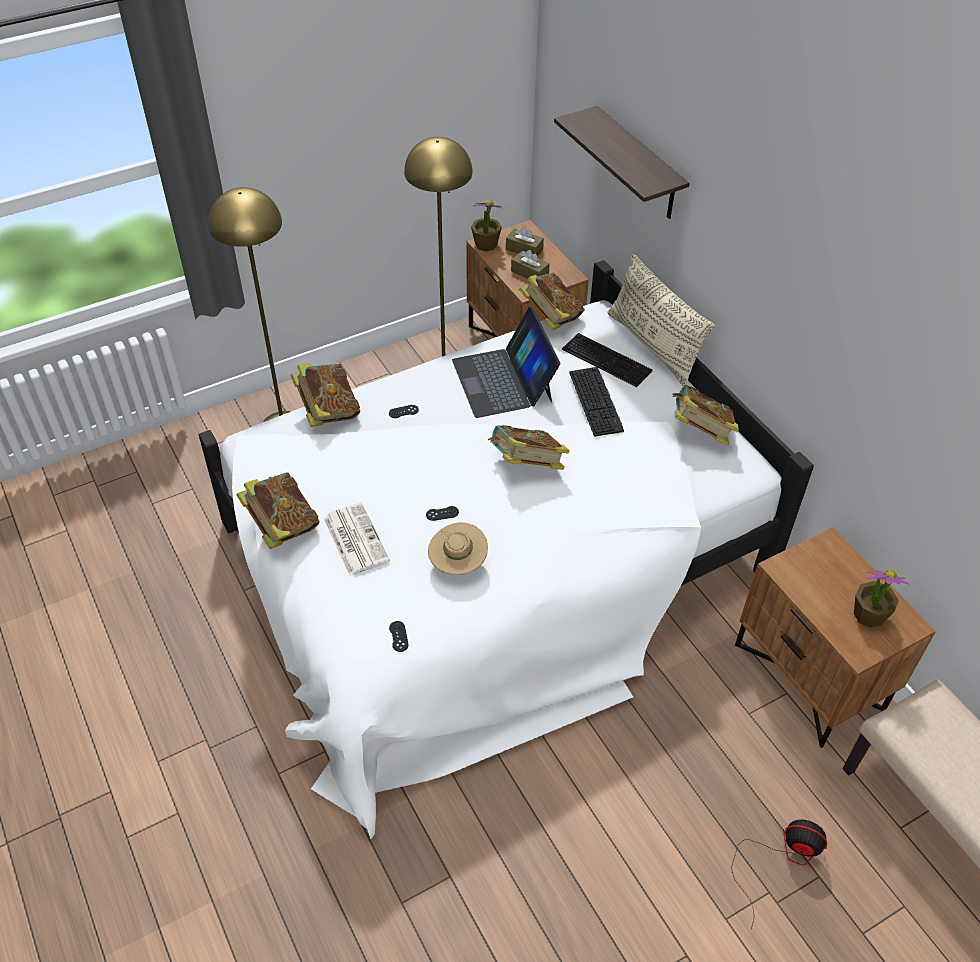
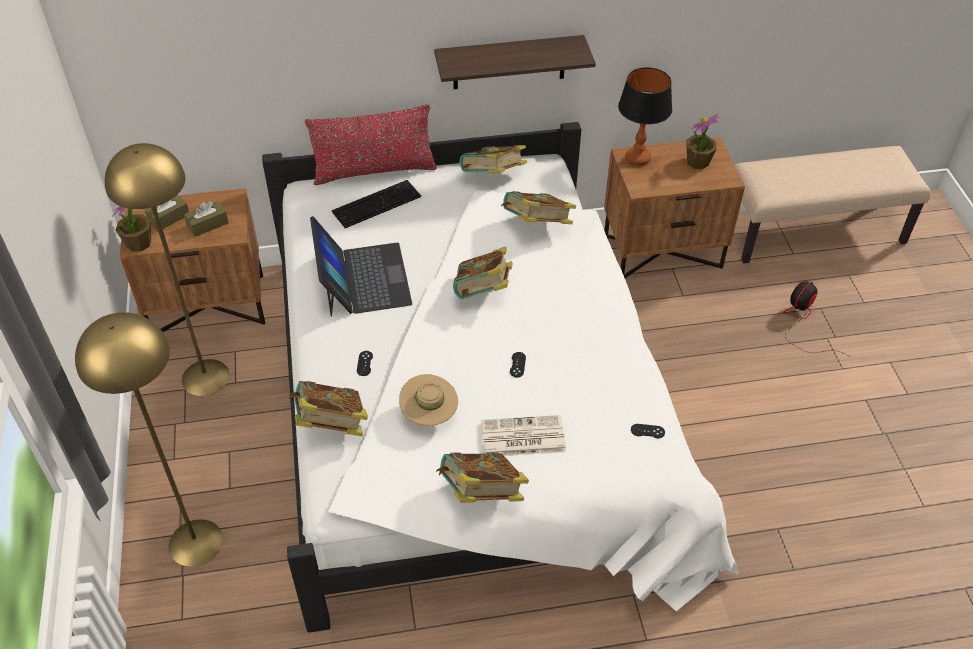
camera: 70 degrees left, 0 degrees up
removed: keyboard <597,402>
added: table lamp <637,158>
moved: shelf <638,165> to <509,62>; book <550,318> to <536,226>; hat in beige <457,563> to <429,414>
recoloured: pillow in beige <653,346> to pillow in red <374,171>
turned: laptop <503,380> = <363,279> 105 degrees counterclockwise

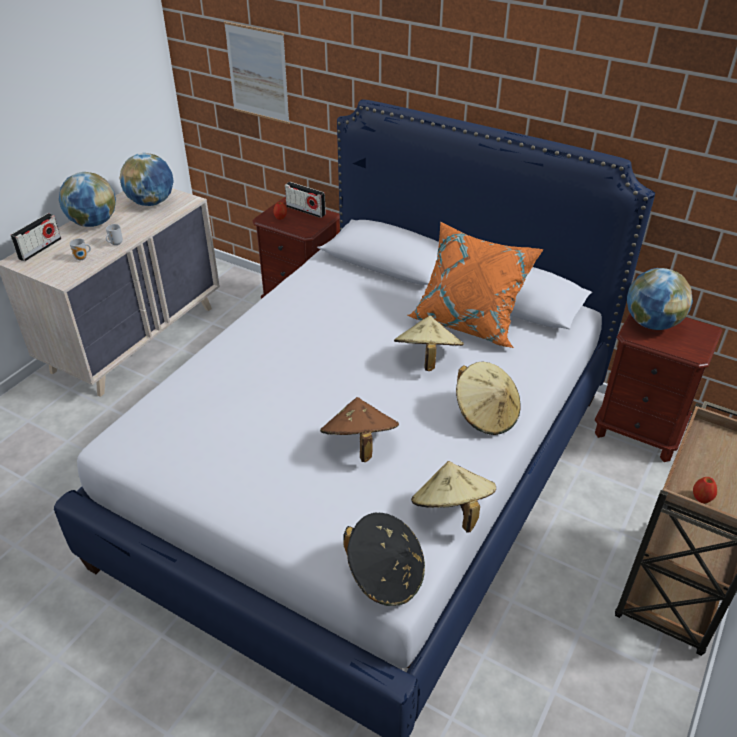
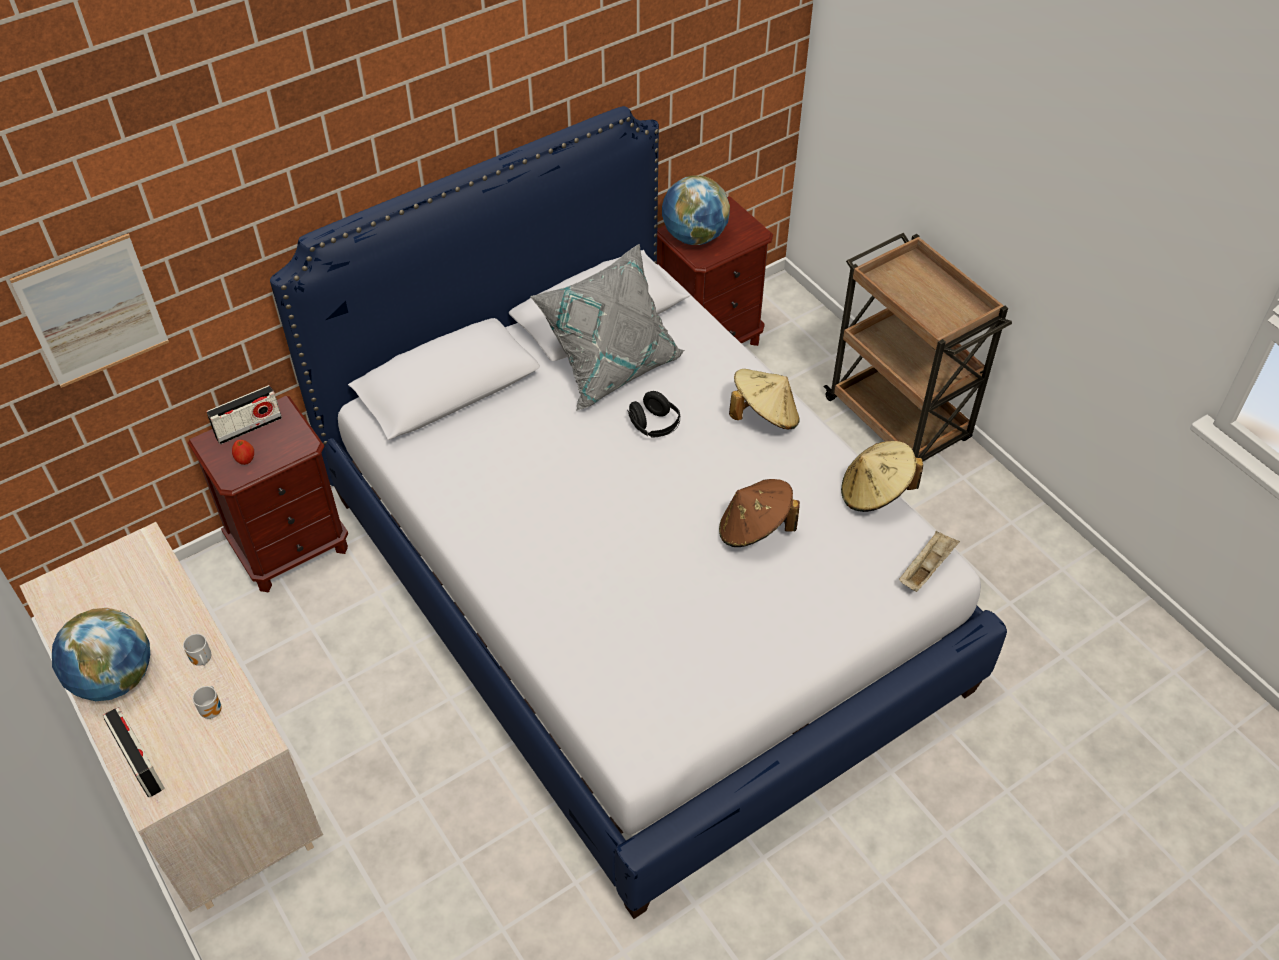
camera: 65 degrees left, 10 degrees up
removed: globe <151,203>; apple <701,498>
replaced: hat in beige <427,359> to headphones in black <654,426>; hat in black <385,575> to tray in beige <926,568>
recoloured: pillow in orange <469,321> to pillow in grey <611,365>

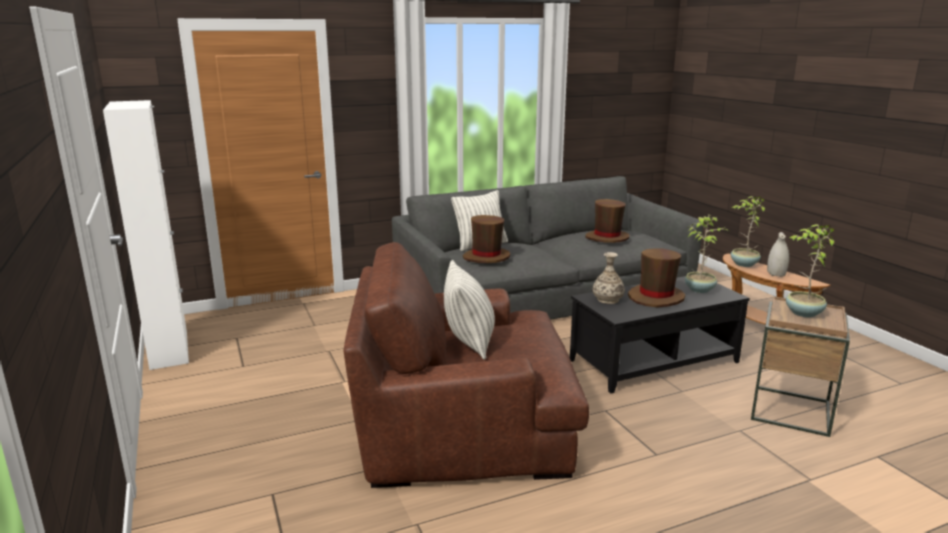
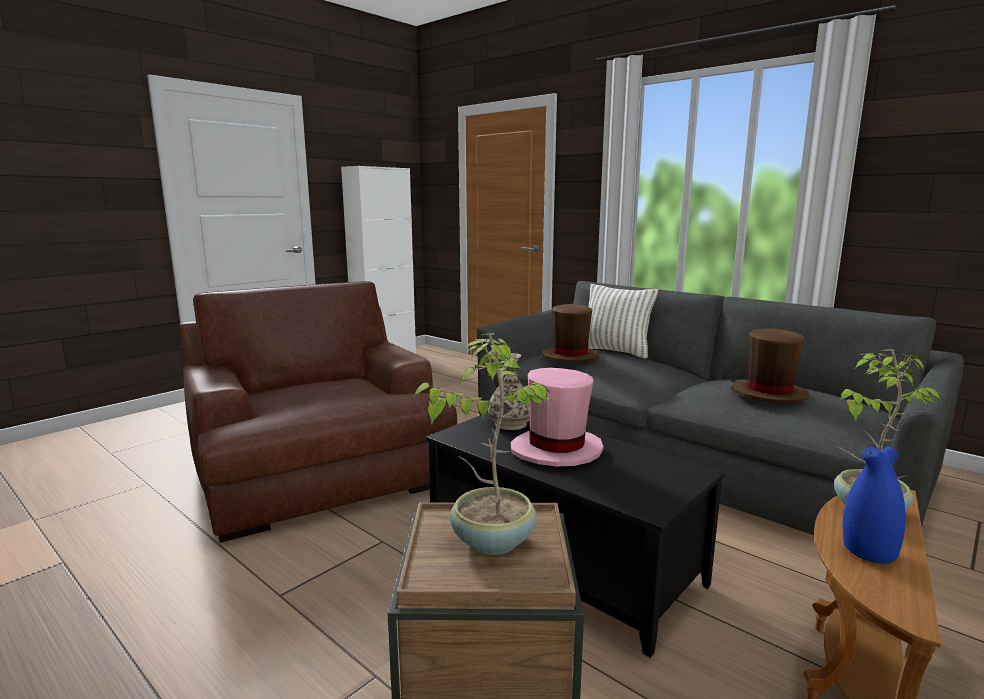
camera: 65 degrees right, 5 degrees down
removed: potted plant <700,289>; pillow <469,342>
recoloured: vase in white <776,274> to vase in blue <868,552>; hat in brown <656,297> to hat in pink <556,450>

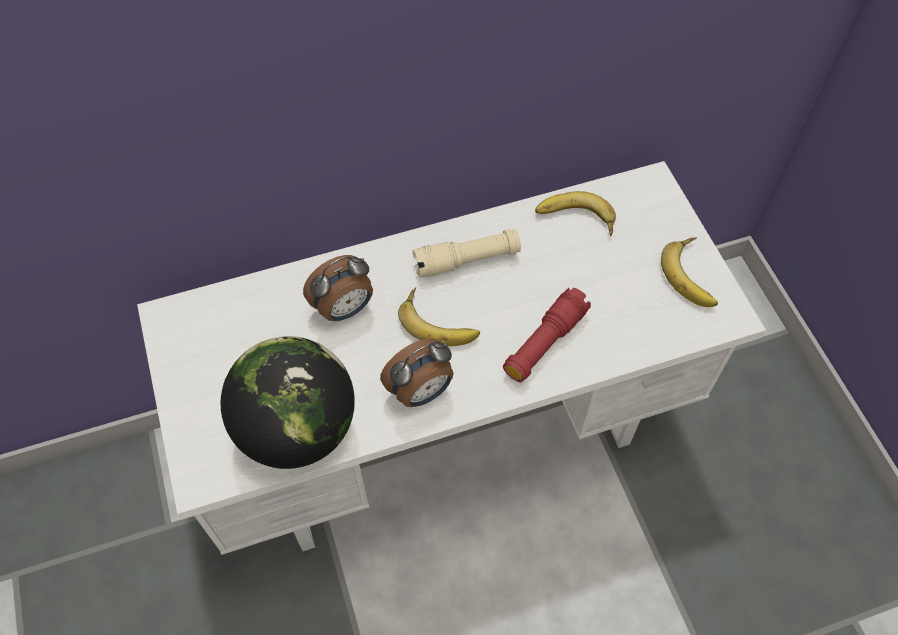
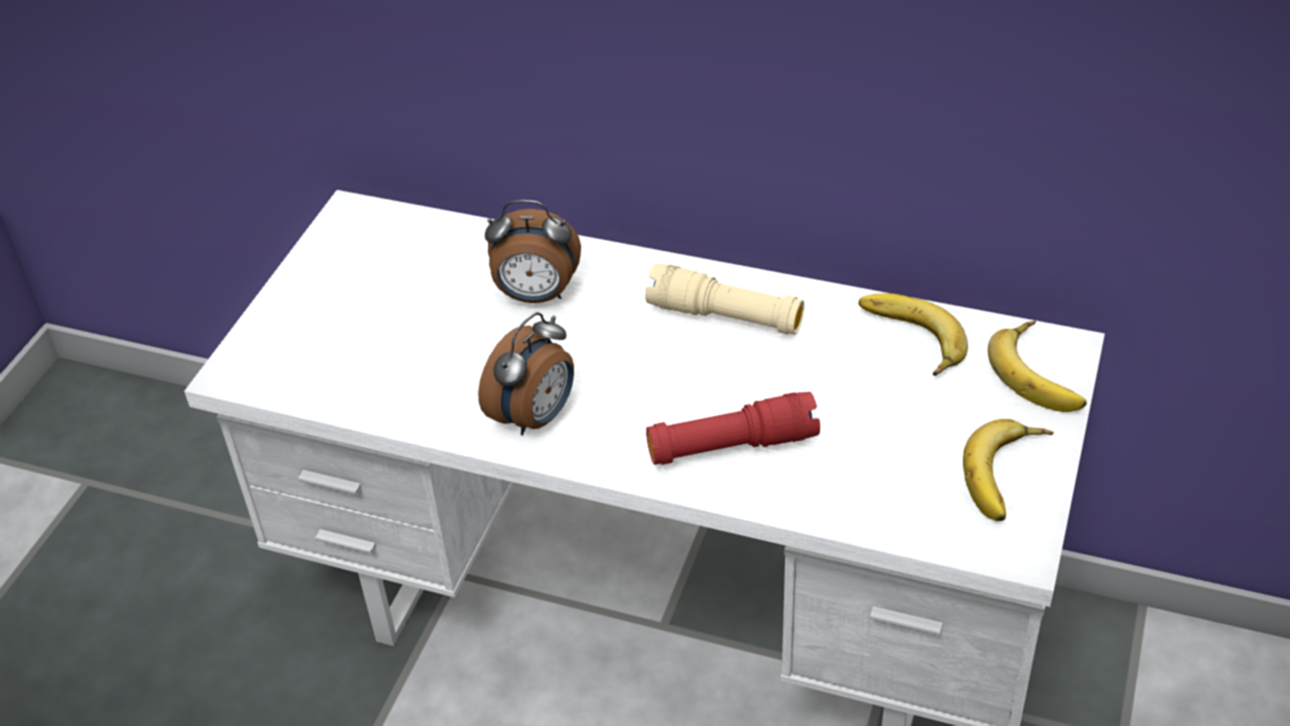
camera: 40 degrees right, 15 degrees down
removed: globe <297,429>
moved: banana <439,321> to <1042,373>
turned: alarm clock <421,392> = <535,417> 60 degrees counterclockwise

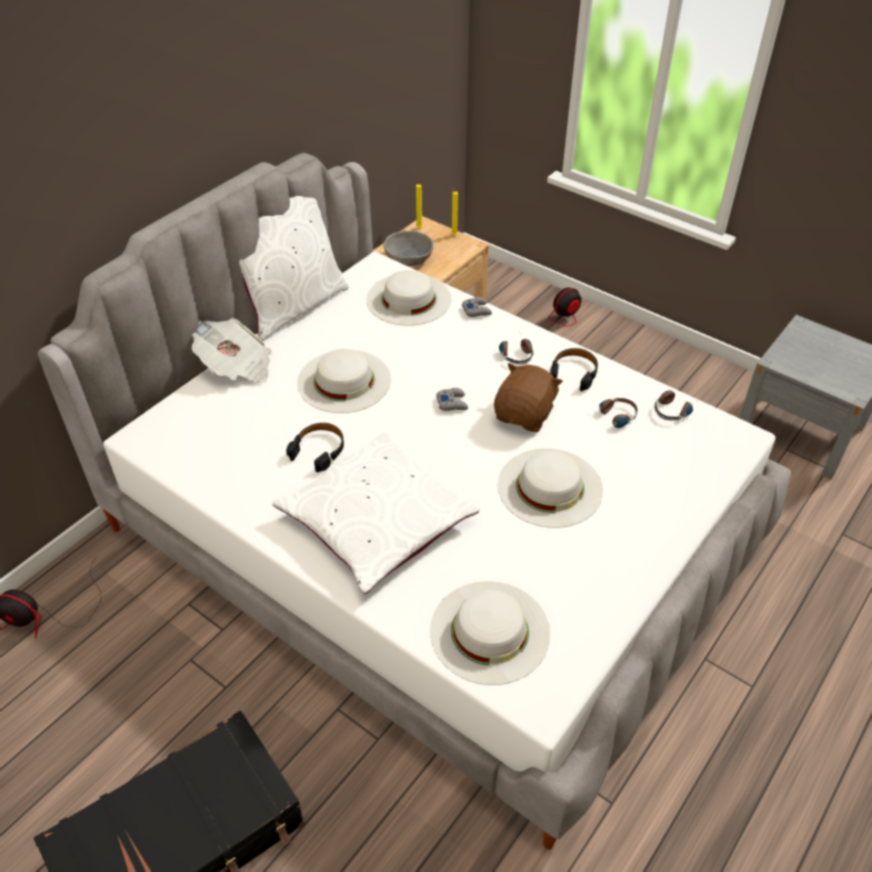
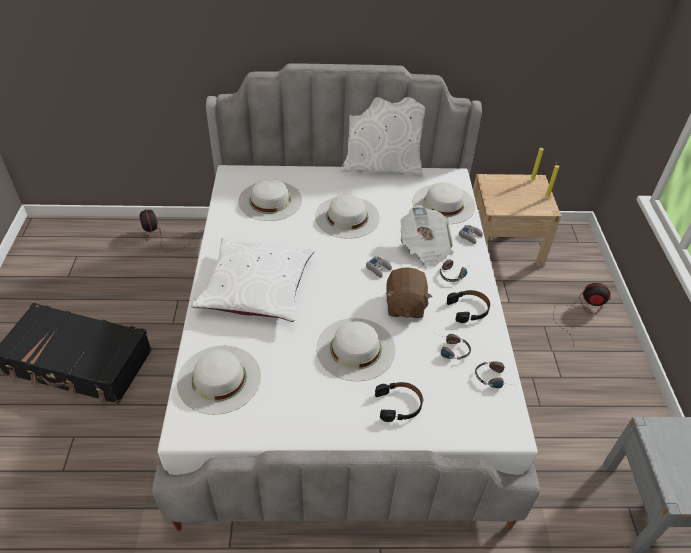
camera: 50 degrees right, 0 degrees up
removed: bowl in grey <408,259>
added: hat in white <270,200>
moved: newspaper <236,366> to <425,248>; headphones in black <319,450> to <399,404>
turned: plush toy in brown <525,415> = <404,305> 105 degrees clockwise

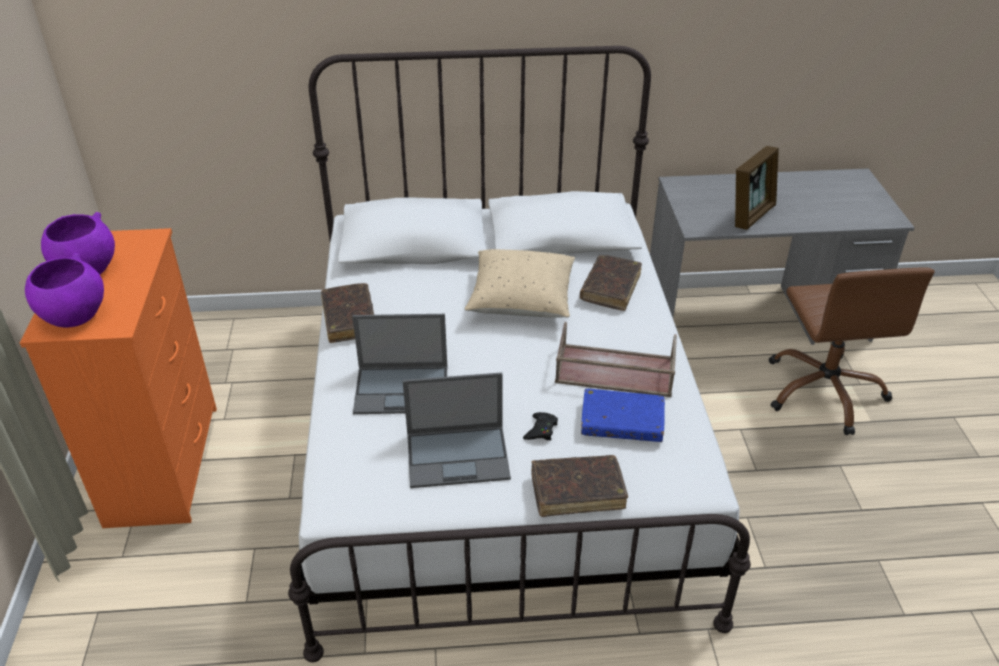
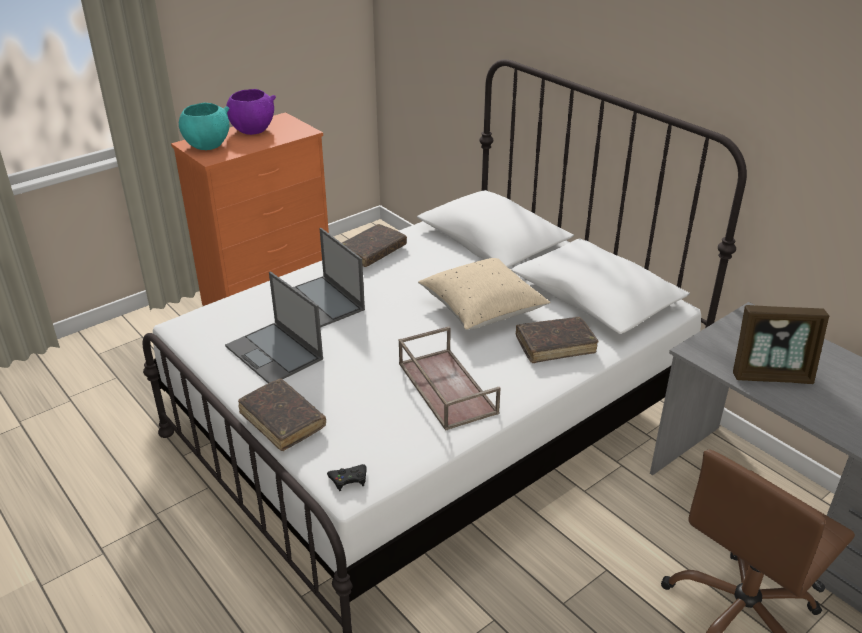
camera: 55 degrees right, 5 degrees down
removed: book in blue <622,423>
moved: game controller in black <541,430> to <348,479>
recoloured: bowl in purple <74,316> to bowl in turquoise <207,145>

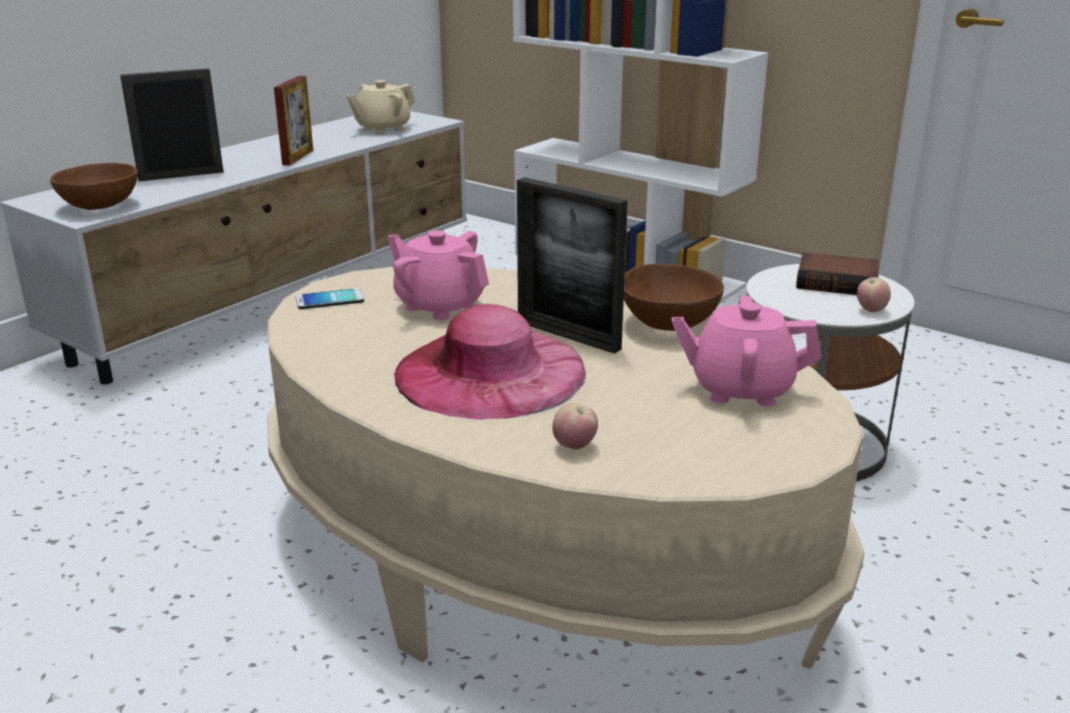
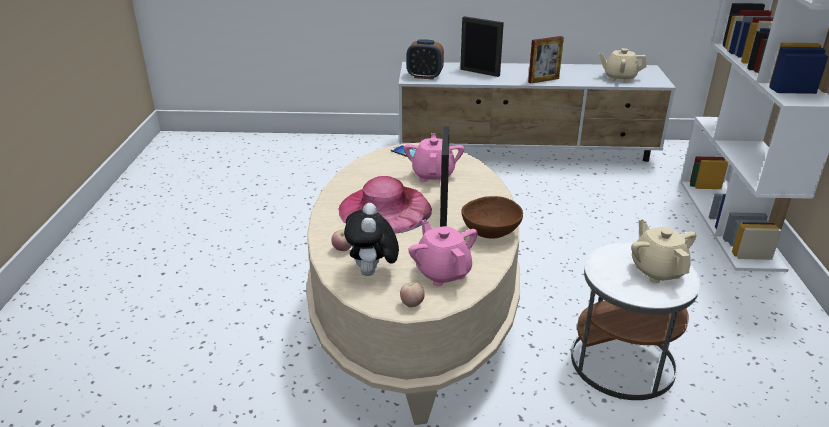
camera: 55 degrees right, 5 degrees up
added: plush toy <372,273>
moved: apple <871,310> to <412,304>
replaced: bowl in brown <101,206> to alarm clock <424,76>; book <838,282> to teapot in beige <657,271>

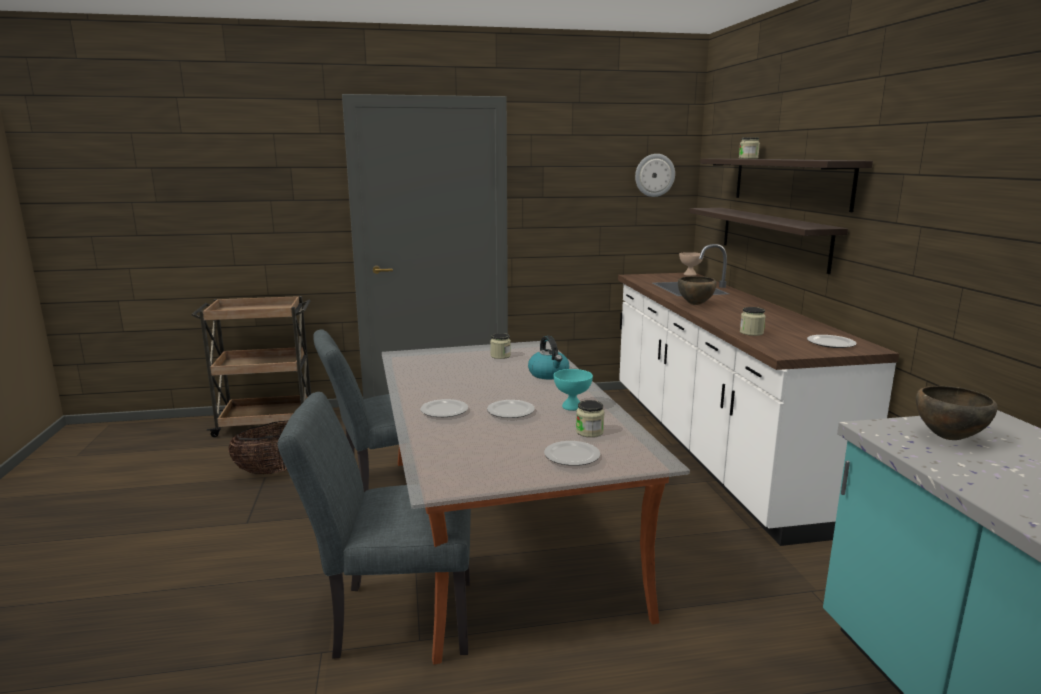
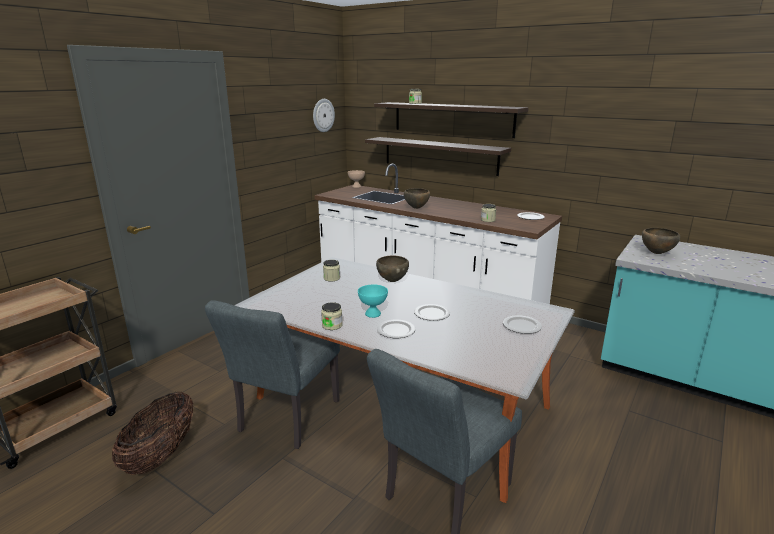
camera: 45 degrees left, 5 degrees up
moved: bowl in turquoise <572,407> to <373,314>; jar <589,432> to <332,325>
replaced: kettle <549,374> to bowl in brown <392,281>

